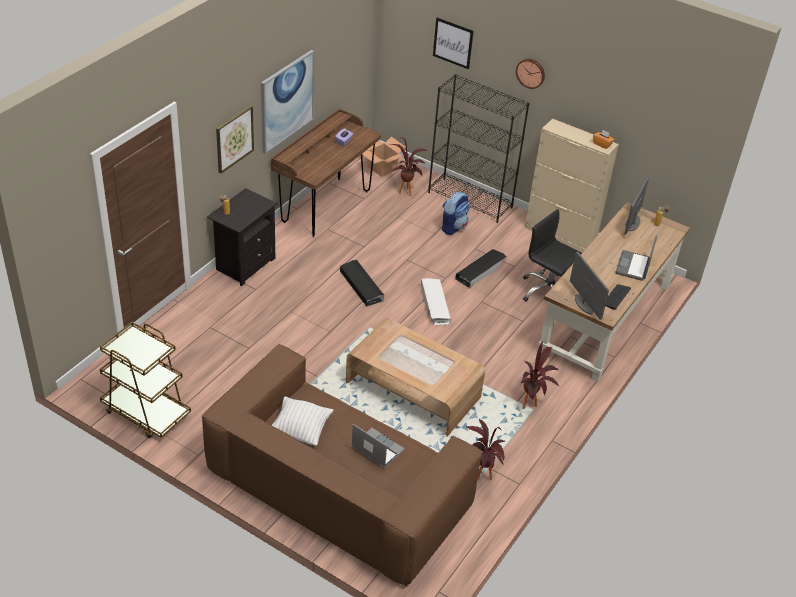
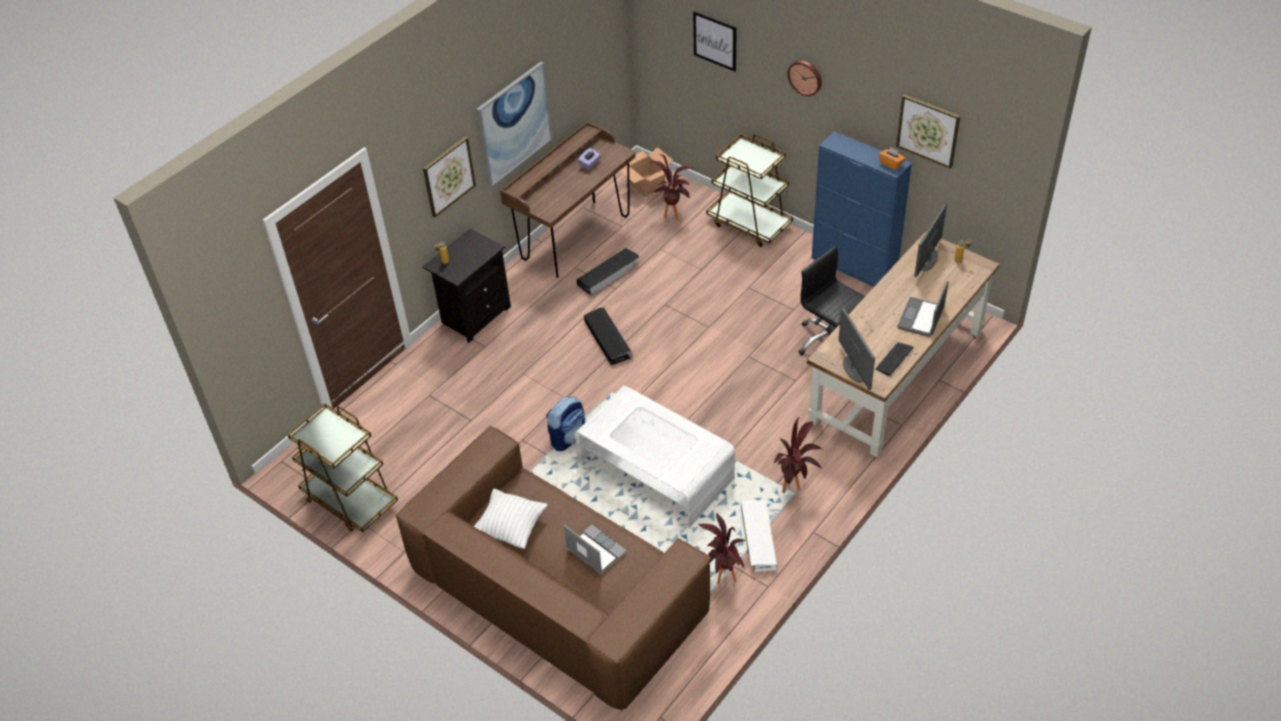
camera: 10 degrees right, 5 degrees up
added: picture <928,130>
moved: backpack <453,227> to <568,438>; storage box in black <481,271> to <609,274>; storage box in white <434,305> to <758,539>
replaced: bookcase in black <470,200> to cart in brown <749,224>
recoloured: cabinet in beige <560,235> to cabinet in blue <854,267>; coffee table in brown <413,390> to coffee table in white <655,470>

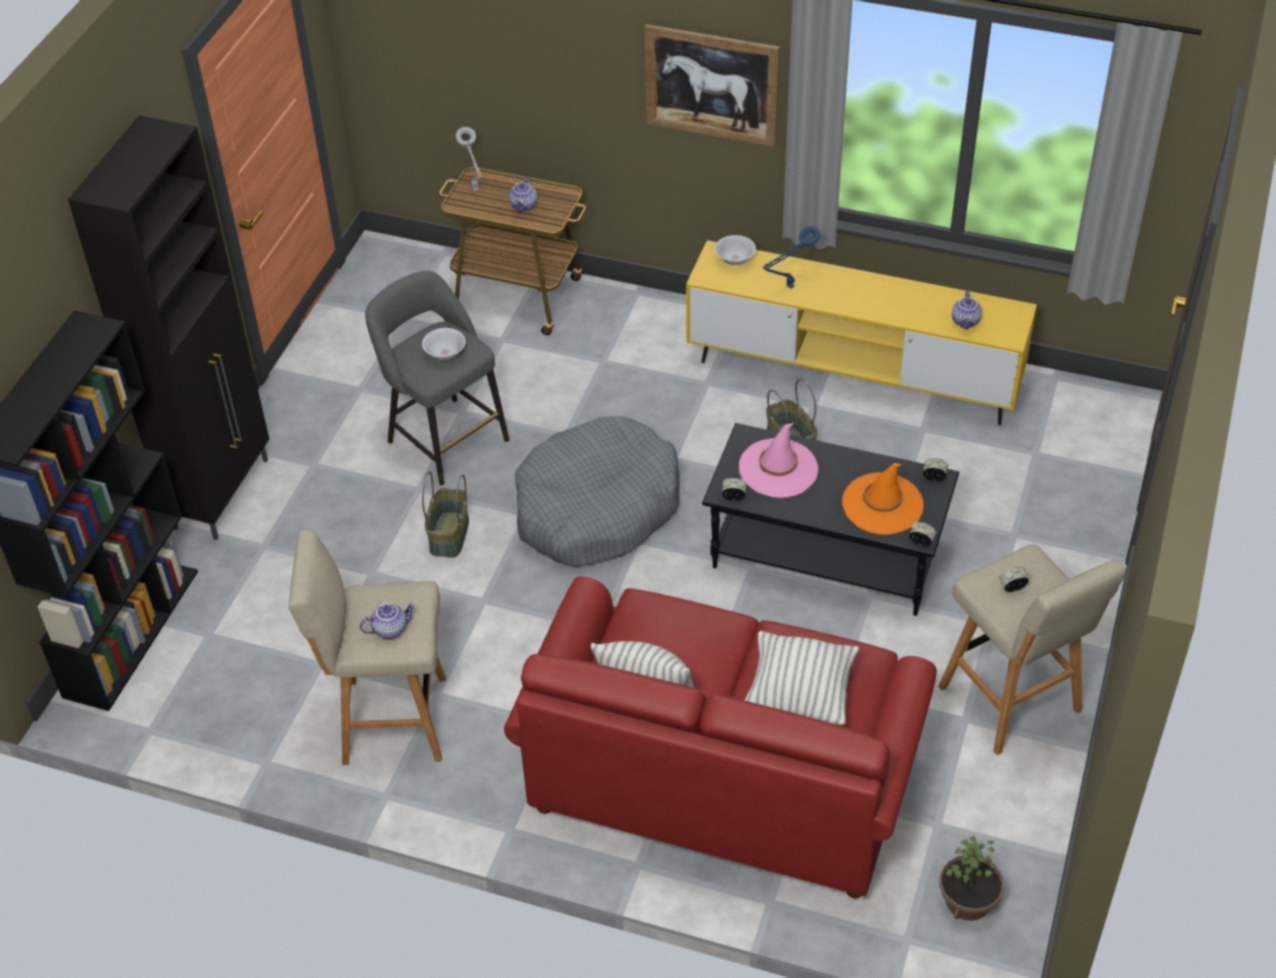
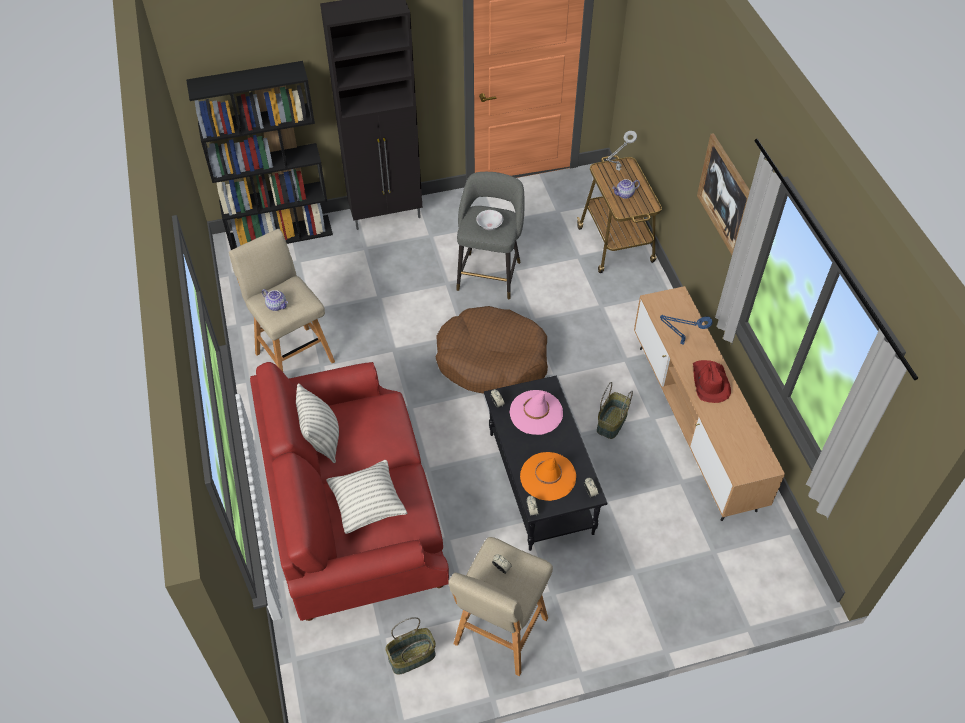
camera: 55 degrees right, 5 degrees up
removed: bowl in white <735,260>; teapot <966,321>; potted plant <968,901>
added: hat in red <709,382>
moved: basket <450,535> to <411,657>
recoloured: tv stand in yellow <852,376> to tv stand in brown <694,424>; dog bed in grey <596,508> to dog bed in brown <492,361>

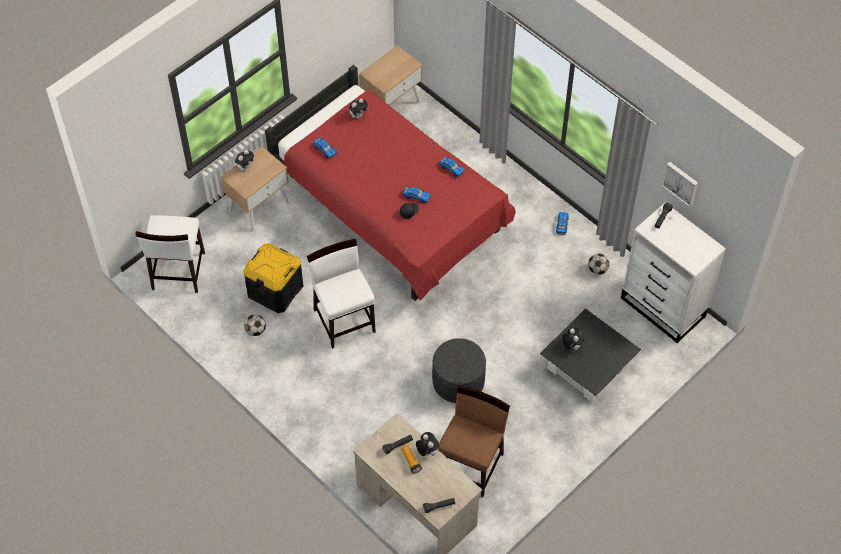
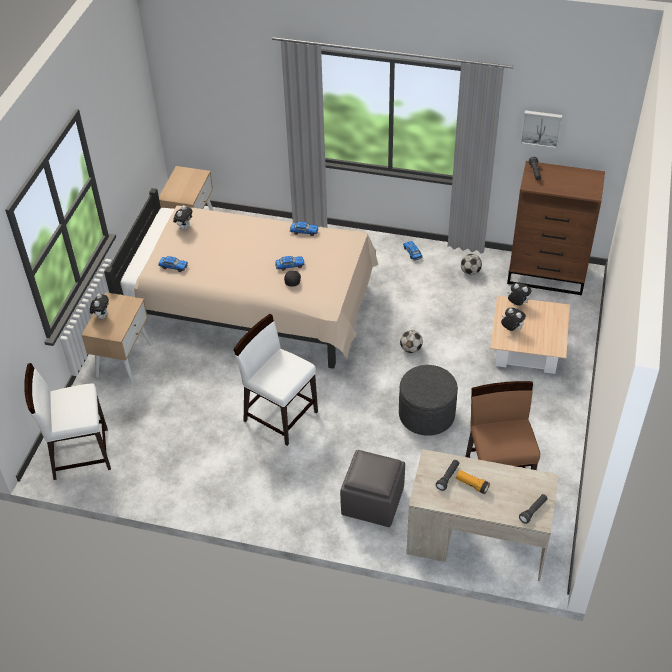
camera: 30 degrees left, 10 degrees down
removed: storage box in black <275,290>
added: ottoman in grey <372,502>
moved: football <255,330> to <411,349>; plush toy <427,451> to <517,304>
recoloured: bed in red <390,208> to bed in beige <252,306>; dresser in white <663,308> to dresser in brown <547,275>; coffee table in black <587,367> to coffee table in beige <527,348>
turned: chair in white <178,271> = <80,453> 105 degrees clockwise

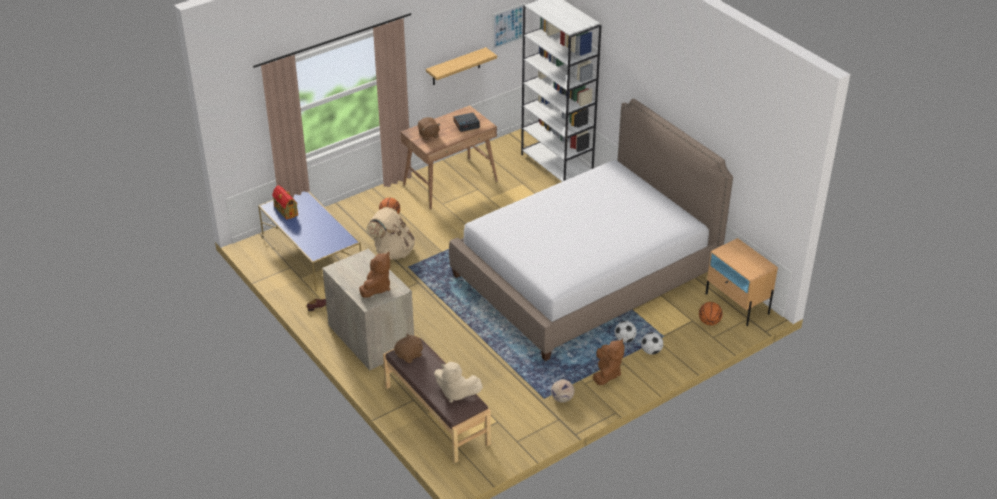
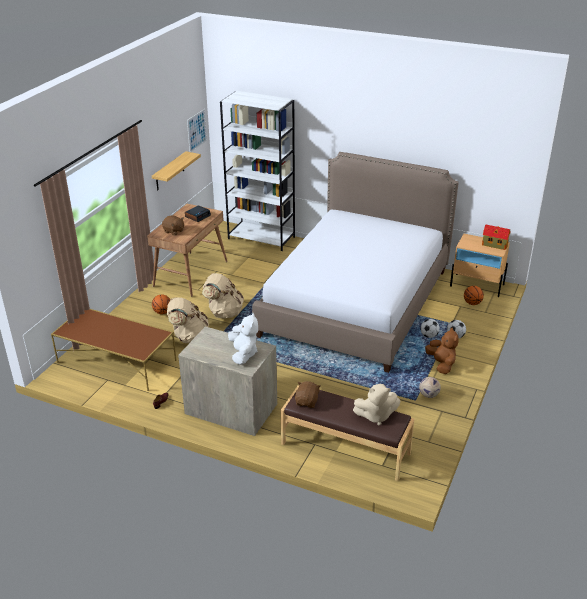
camera: 30 degrees left, 5 degrees down
added: backpack in beige <224,312>
moved: toy house <285,210> to <494,245>
recoloured: coffee table in blue <311,252> to coffee table in brown <116,361>; plush toy in brown <376,288> to plush toy in white <243,354>

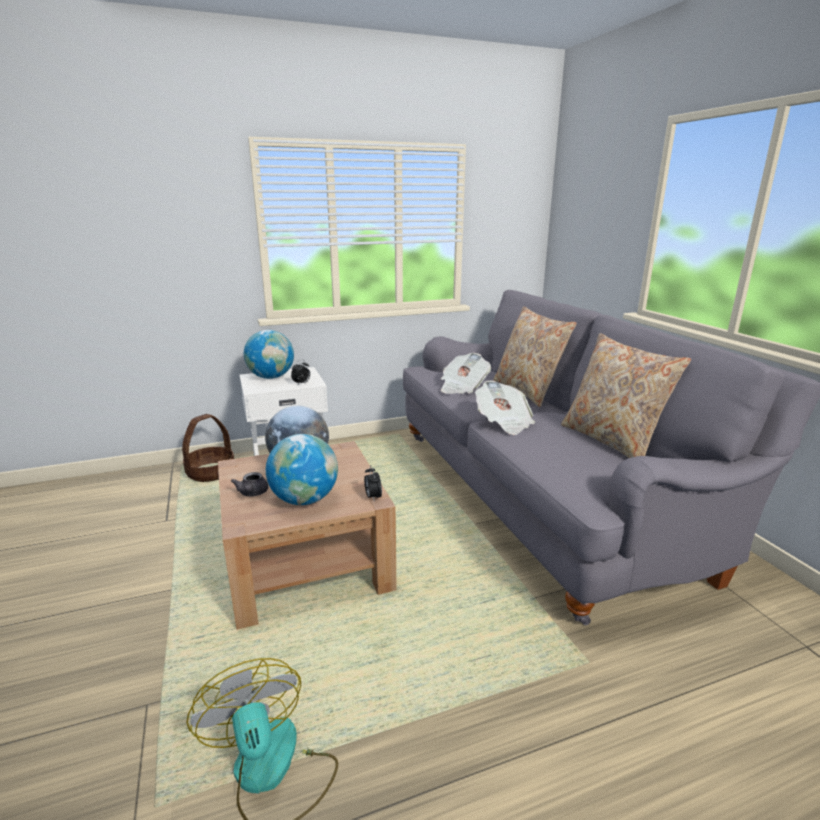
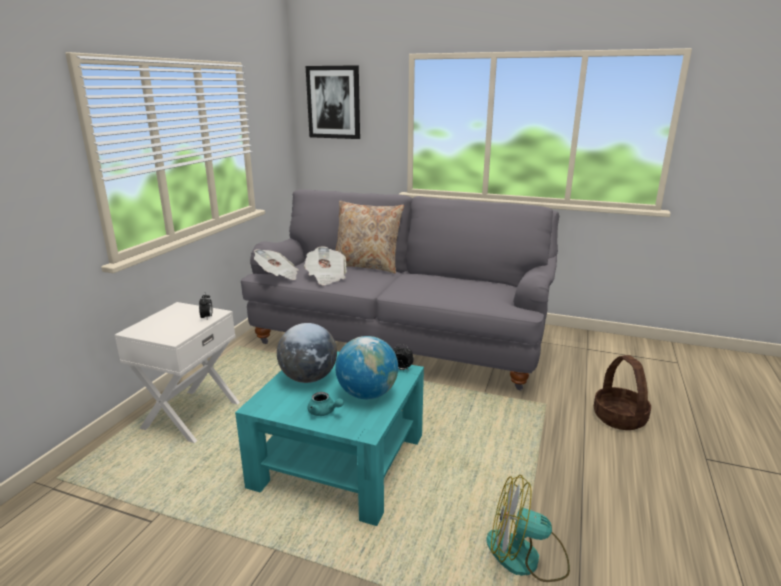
camera: 50 degrees left, 0 degrees up
removed: globe <271,377>; pillow in beige <612,441>
added: picture <334,102>
moved: newspaper <503,422> to <278,275>; basket <211,472> to <619,417>
recoloured: coffee table in brown <306,562> to coffee table in turquoise <339,461>; teapot in grey <252,494> to teapot in turquoise <324,412>

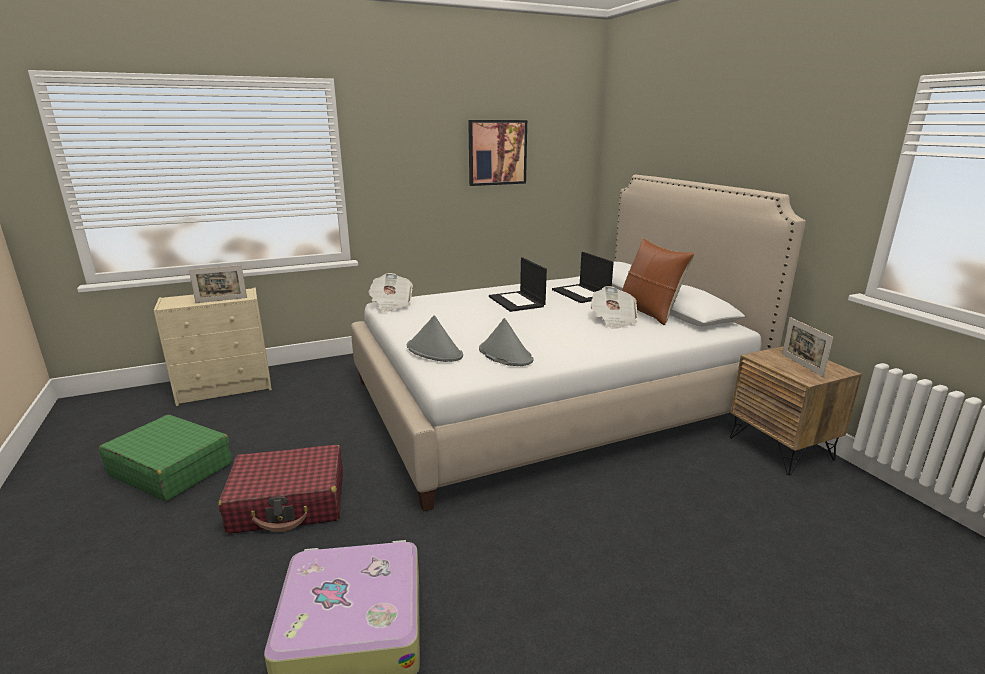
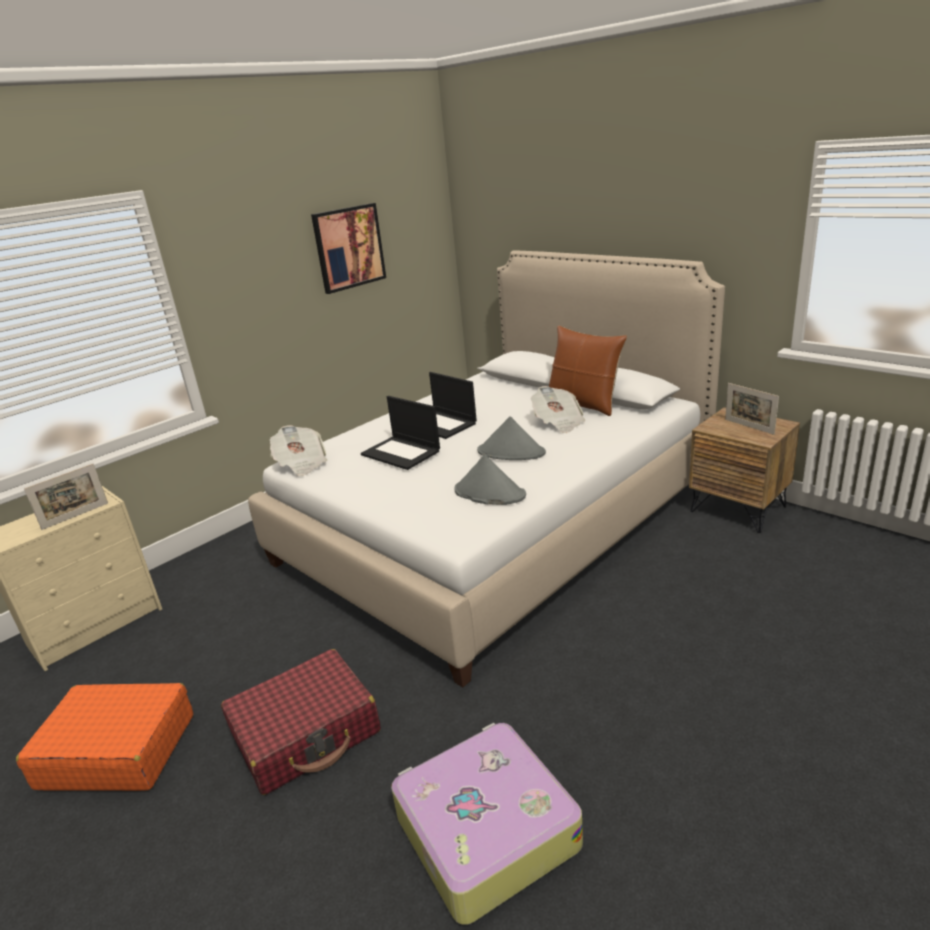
camera: 20 degrees left, 5 degrees up
moved: laptop <581,294> to <402,453>; hat in grey <434,351> to <511,452>
recoloured: suitcase in green <171,469> to suitcase in orange <117,750>

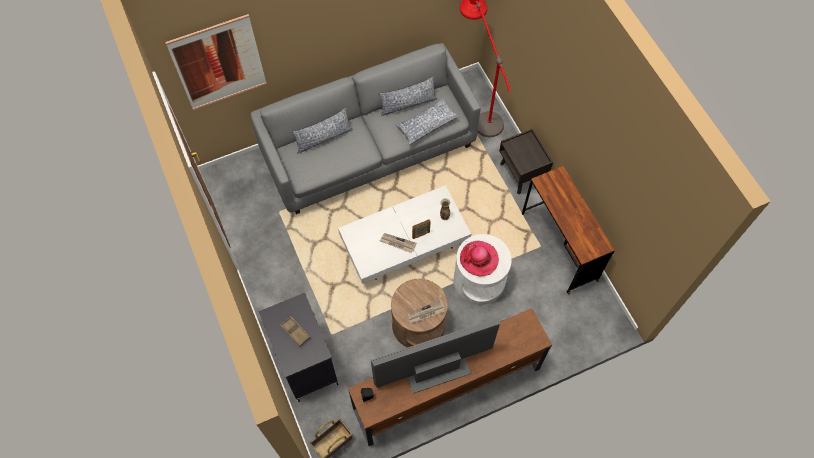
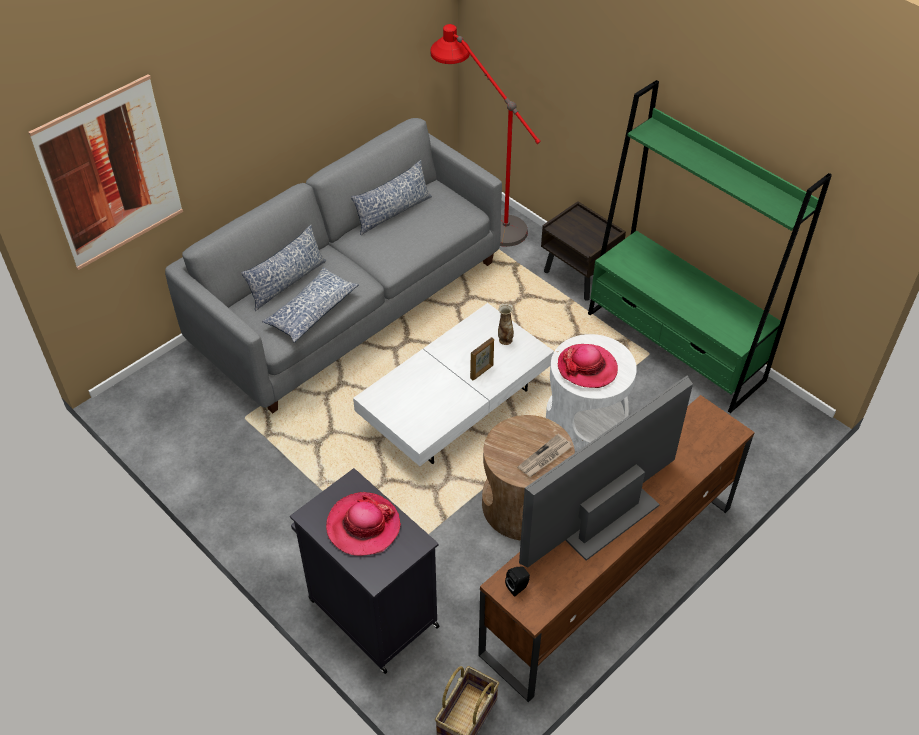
camera: 20 degrees left, 15 degrees down
removed: newspaper <397,243>
moved: pillow <426,124> to <311,311>
replaced: desk in brown <559,246> to bookcase in green <675,347>; tray in brown <295,332> to hat <363,526>

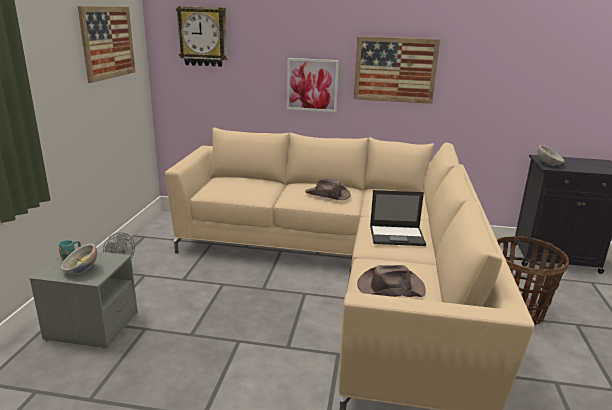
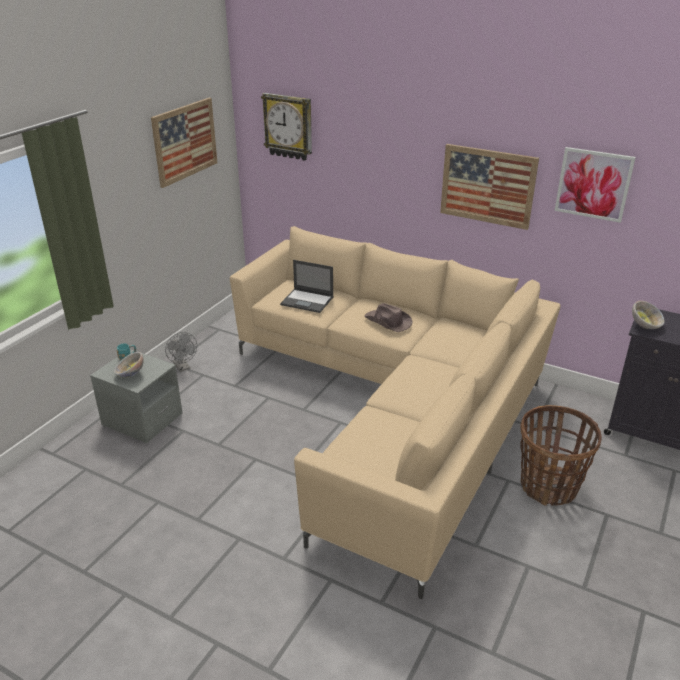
camera: 20 degrees right, 10 degrees up
removed: hat in brown <389,287>
moved: picture <312,85> to <593,184>; laptop <397,236> to <307,301>

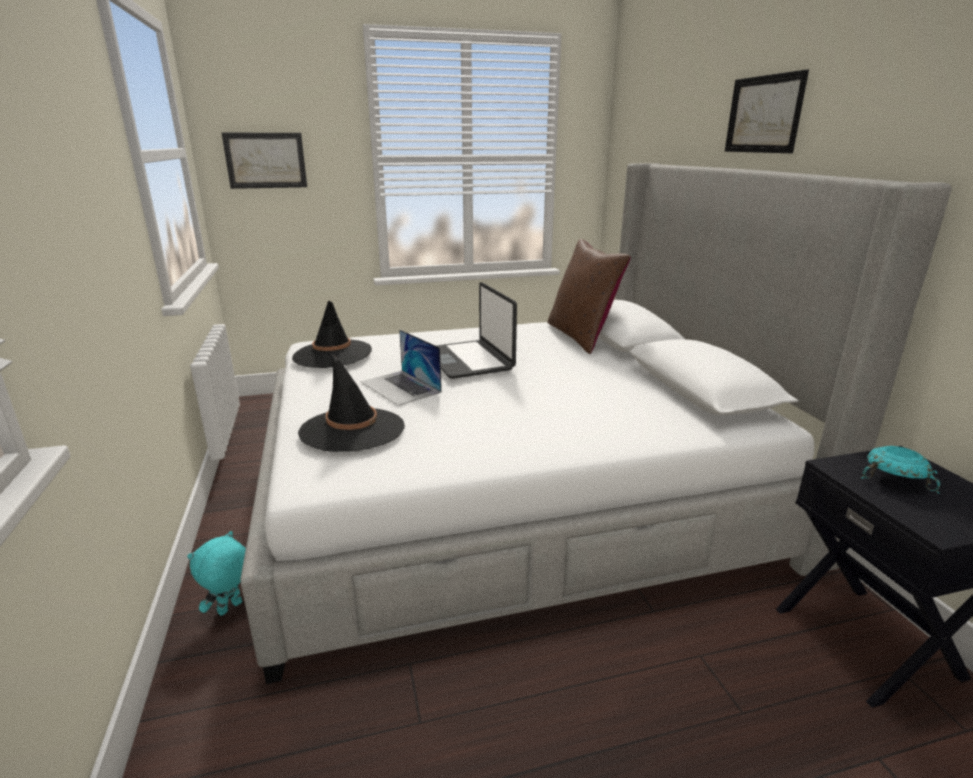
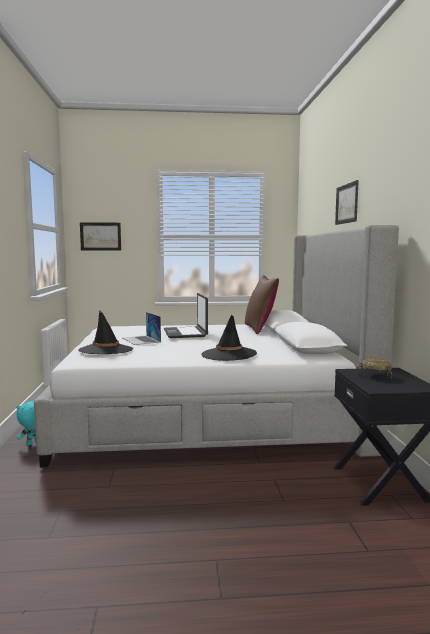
camera: 10 degrees right, 15 degrees down
moved: hat in black <332,354> to <229,354>
recoloured: bowl in turquoise <894,480> to bowl in beige <376,376>

